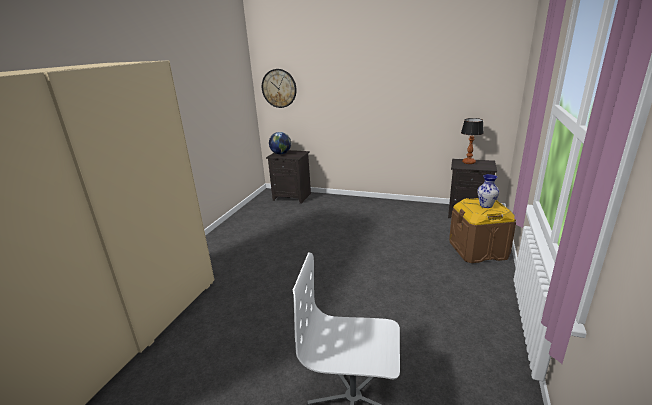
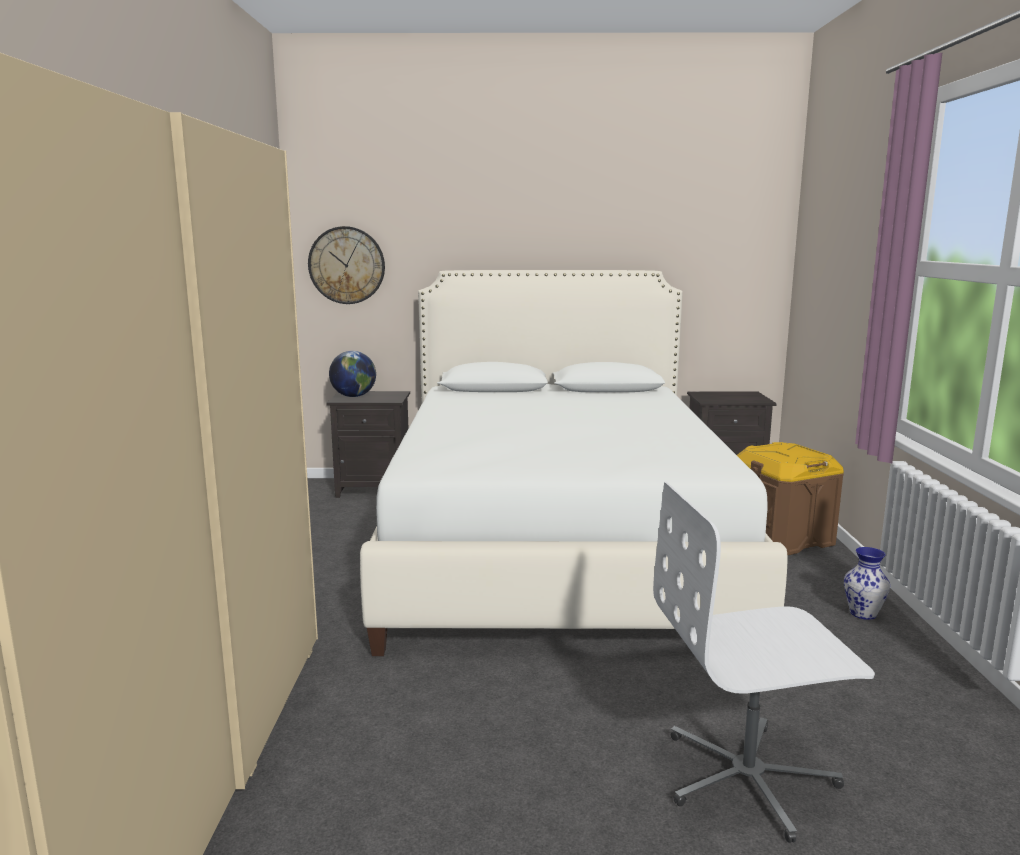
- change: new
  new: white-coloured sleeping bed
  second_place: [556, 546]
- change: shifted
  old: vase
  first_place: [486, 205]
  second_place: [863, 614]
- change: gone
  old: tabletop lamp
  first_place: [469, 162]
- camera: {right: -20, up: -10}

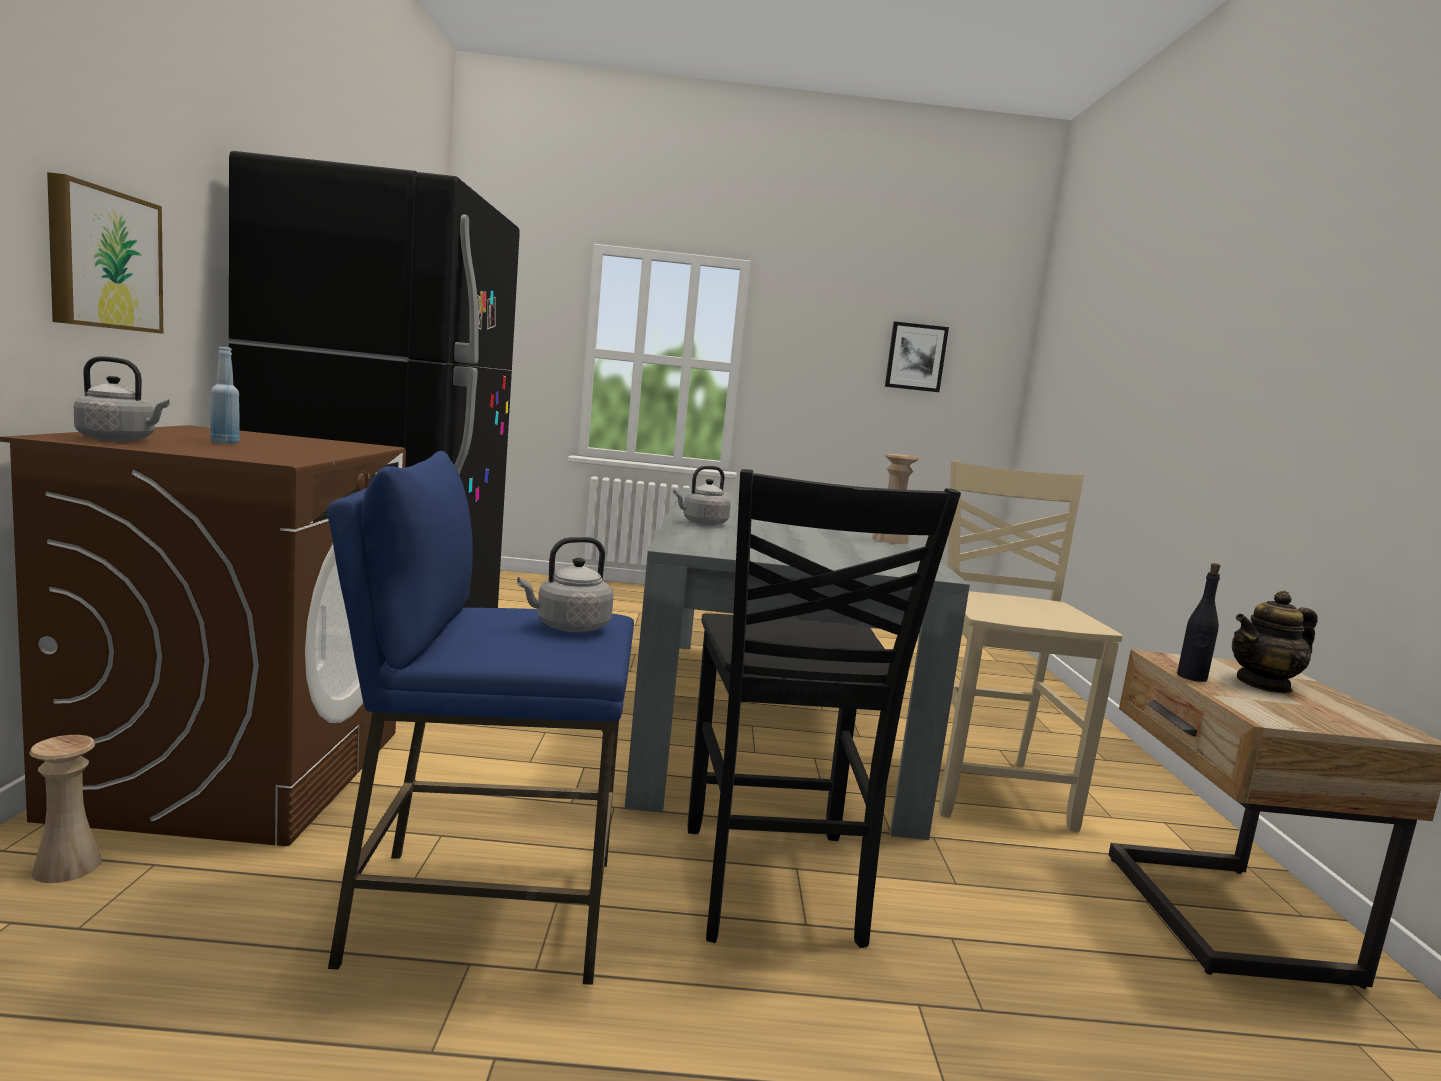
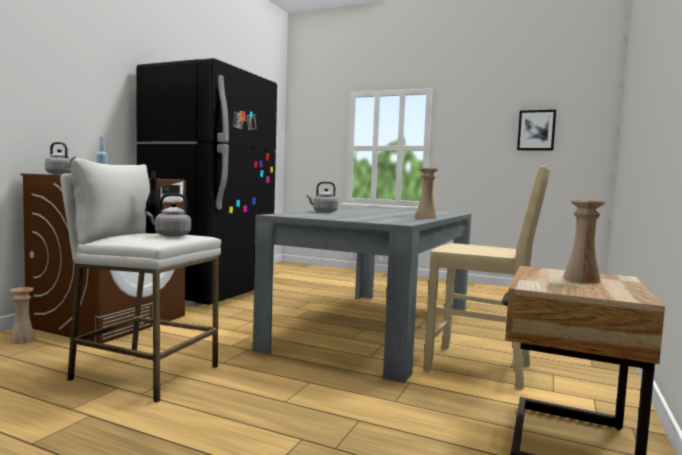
- change: repainted
  old: blue-coloured stool seat
  new: white-coloured stool seat
  first_place: [482, 911]
  second_place: [144, 373]
- change: shifted
  old: black beverage bottle
  first_place: [1191, 677]
  second_place: [153, 232]
- change: rotated
  old: beige upright chair
  first_place: [989, 787]
  second_place: [480, 368]
  degrees: 90
- change: swapped
  old: pot for tea
  new: beige vase
  first_place: [1264, 684]
  second_place: [581, 279]
- change: gone
  old: wall art
  first_place: [102, 259]
- change: gone
  old: black upright chair
  first_place: [772, 885]
- camera: {right: 25, up: -5}

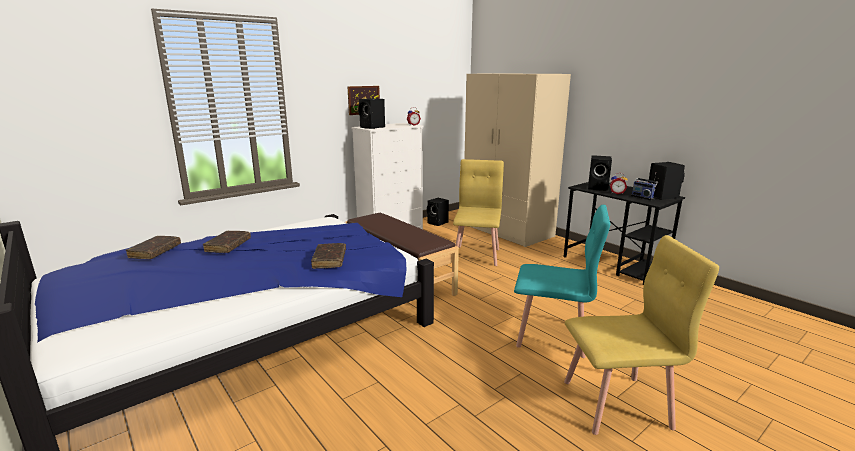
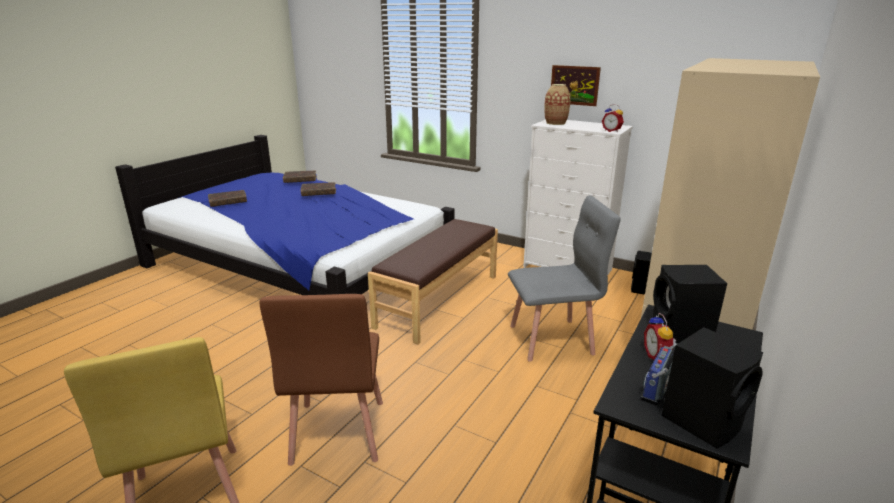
- change: shifted
  old: brownish volume
  first_place: [329, 260]
  second_place: [228, 202]
- change: repainted
  old: blue-green upright chair
  new: brownish upright chair
  first_place: [552, 336]
  second_place: [337, 432]
- change: repainted
  old: yellow-coloured upright chair
  new: gray upright chair
  first_place: [477, 255]
  second_place: [552, 340]
- change: swapped
  old: black audio speaker
  new: vase
  first_place: [373, 127]
  second_place: [555, 123]
- camera: {right: 70, up: 5}

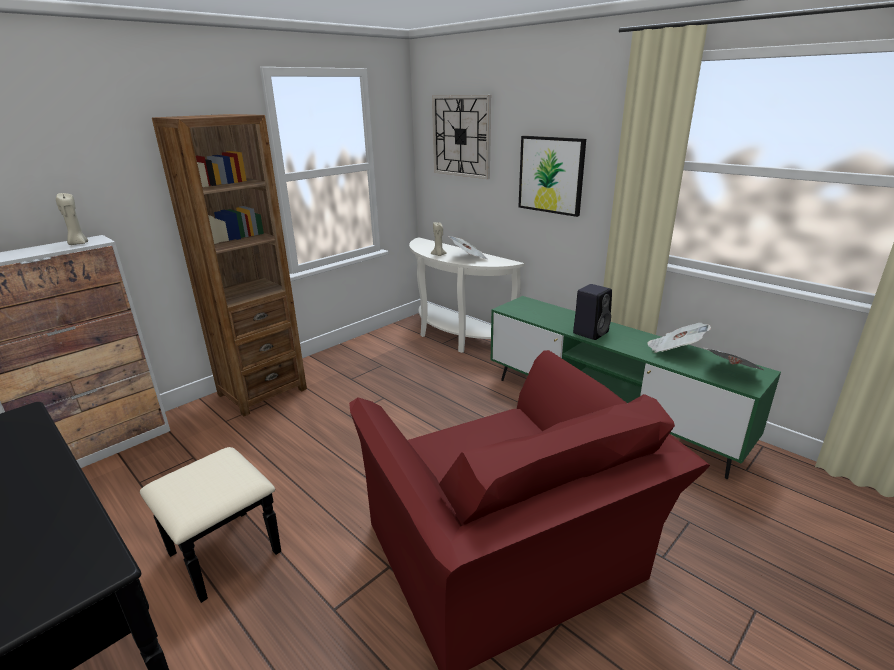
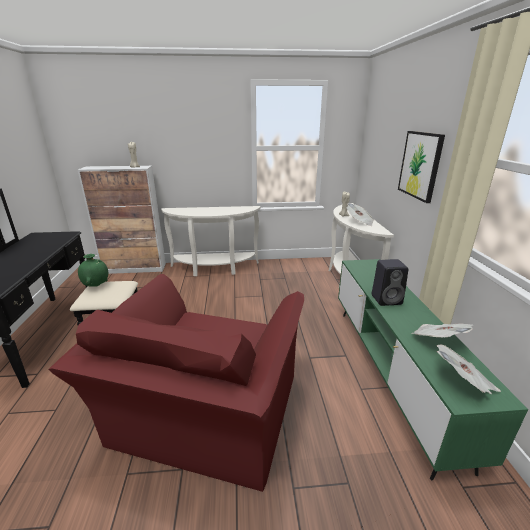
- change: new
  new: green vase
  second_place: [96, 286]
- change: swapped
  old: brownish shelving unit
  new: white-coloured narrow table
  first_place: [262, 391]
  second_place: [214, 269]
- change: gone
  old: hanging clock
  first_place: [461, 136]
- camera: {right: 40, up: 0}

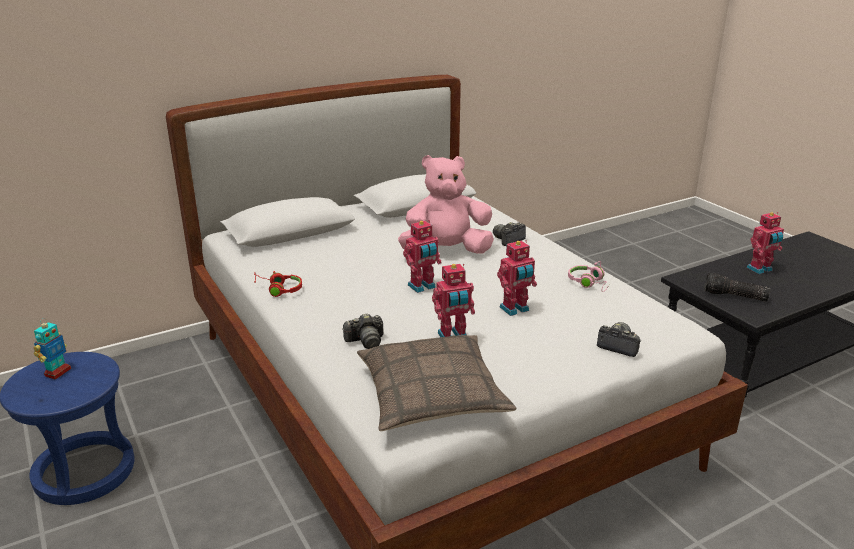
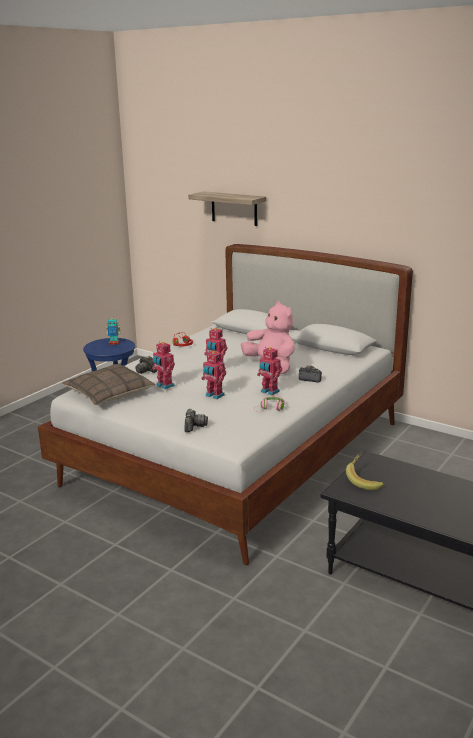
- change: new
  new: wall shelf
  second_place: [234, 208]
- change: shifted
  old: robot figure
  first_place: [760, 269]
  second_place: [269, 392]
- change: swapped
  old: torch
  new: banana fruit
  first_place: [734, 296]
  second_place: [364, 480]
- camera: {right: 65, up: -5}

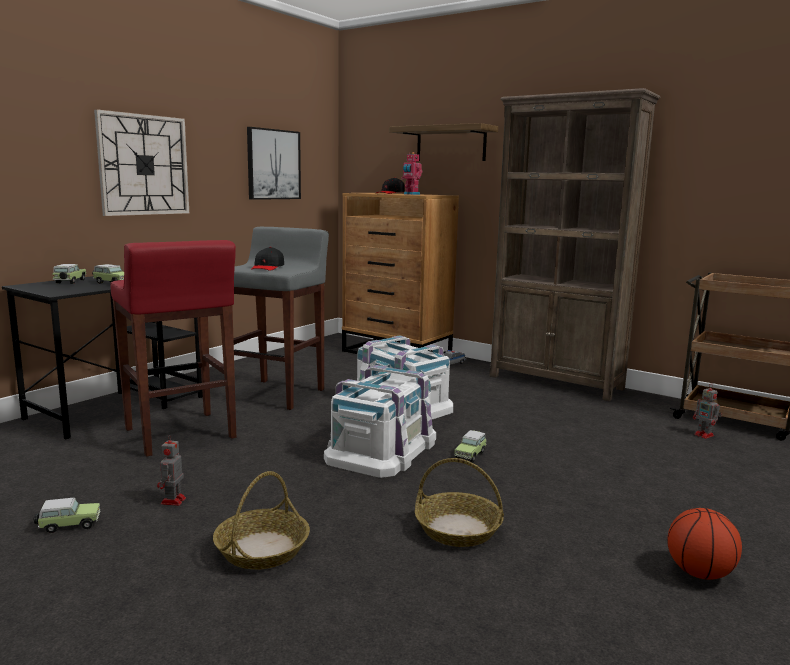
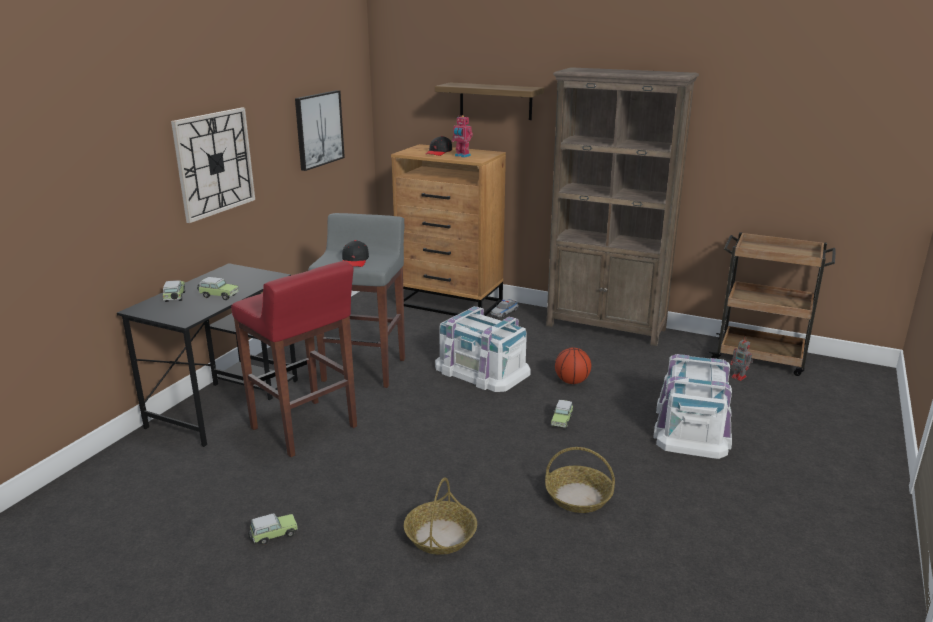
- change: shifted
  old: ball for basketball
  first_place: [699, 573]
  second_place: [572, 381]
- change: shifted
  old: white-coloured storage bin
  first_place: [381, 448]
  second_place: [691, 427]
- change: gone
  old: robot figure
  first_place: [172, 501]
- camera: {right: -10, up: 10}

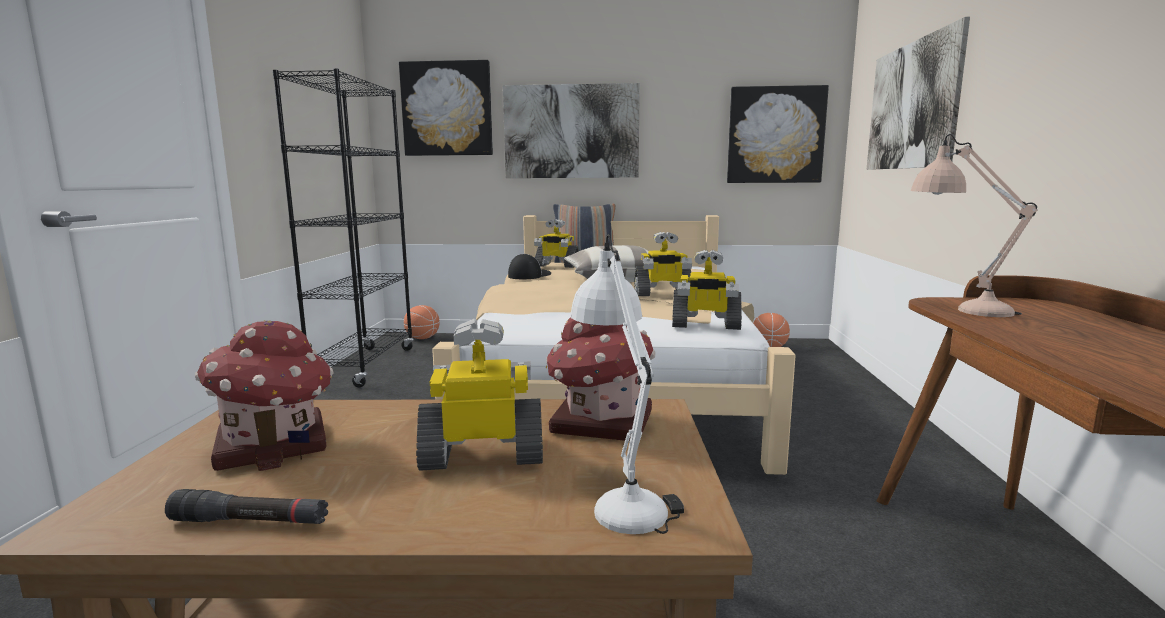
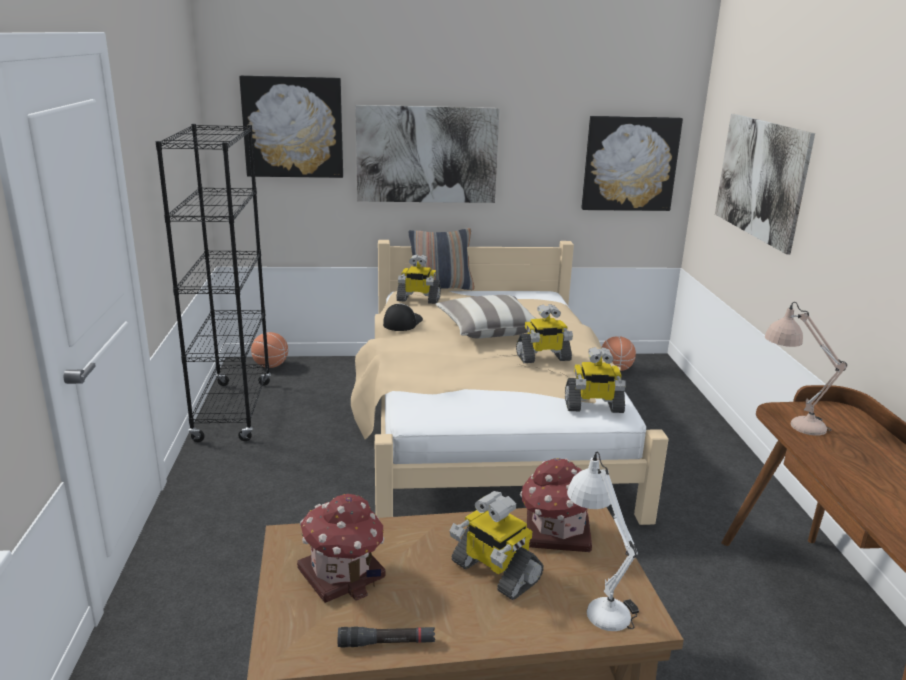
- change: rotated
  old: robot figure
  first_place: [484, 454]
  second_place: [494, 572]
  degrees: -120
- camera: {right: -10, up: 10}

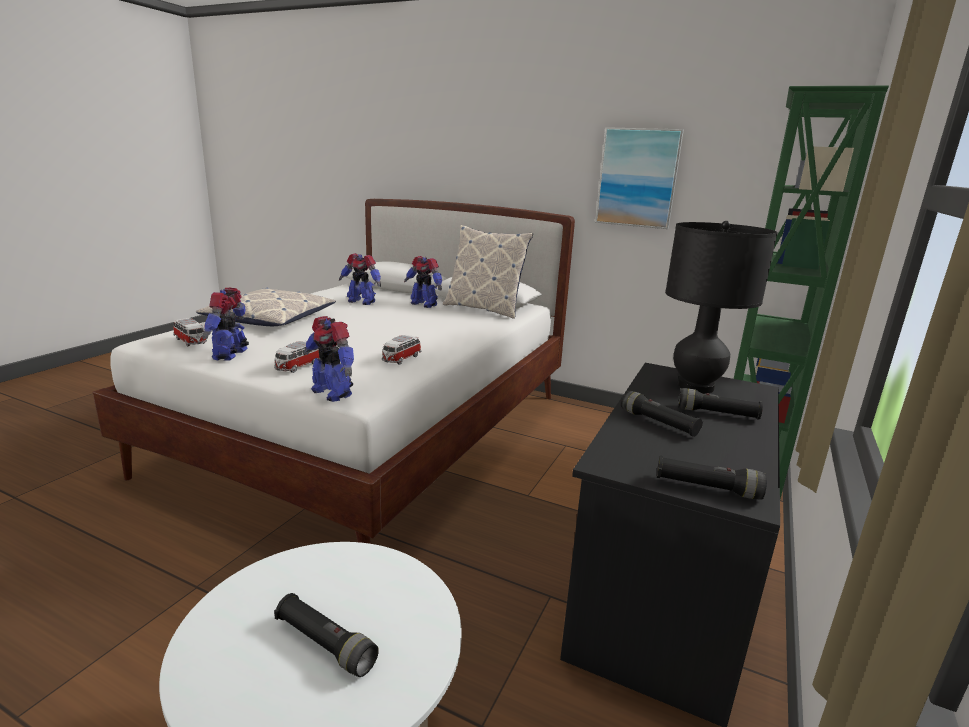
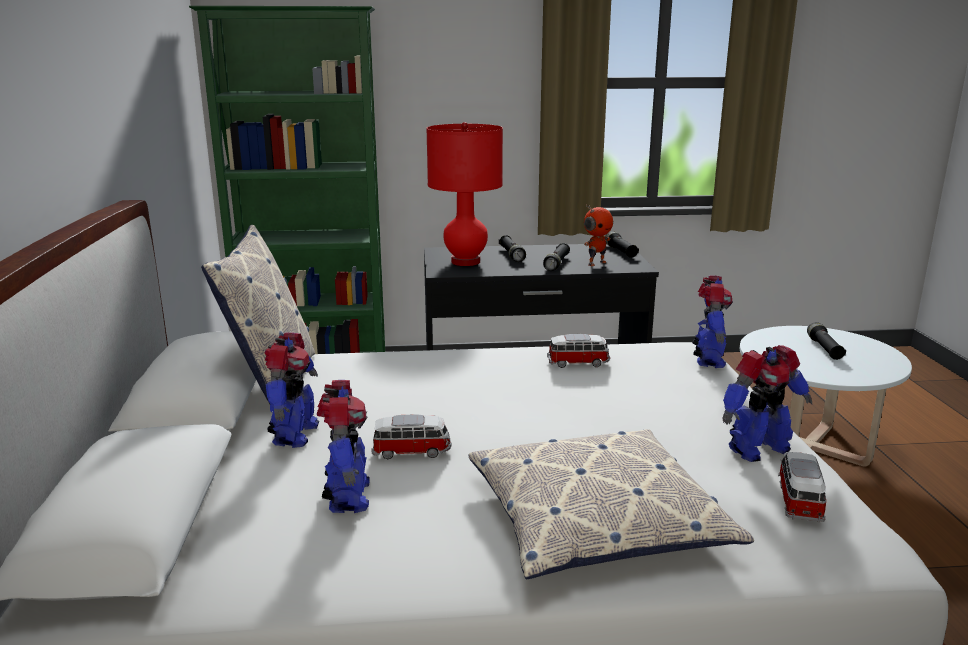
- change: shifted
  old: toy car
  first_place: [297, 367]
  second_place: [412, 452]
- change: repainted
  old: black tabletop lamp
  new: reddish tabletop lamp
  first_place: [695, 386]
  second_place: [465, 262]
- change: new
  new: robot figure
  second_place: [596, 263]
- change: gone
  old: wall art
  first_place: [637, 178]
- camera: {right: -120, up: 0}

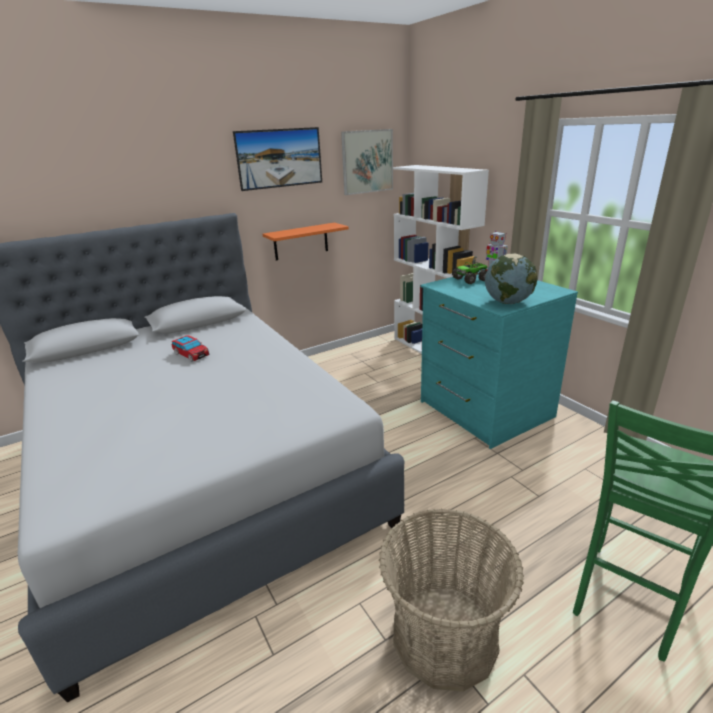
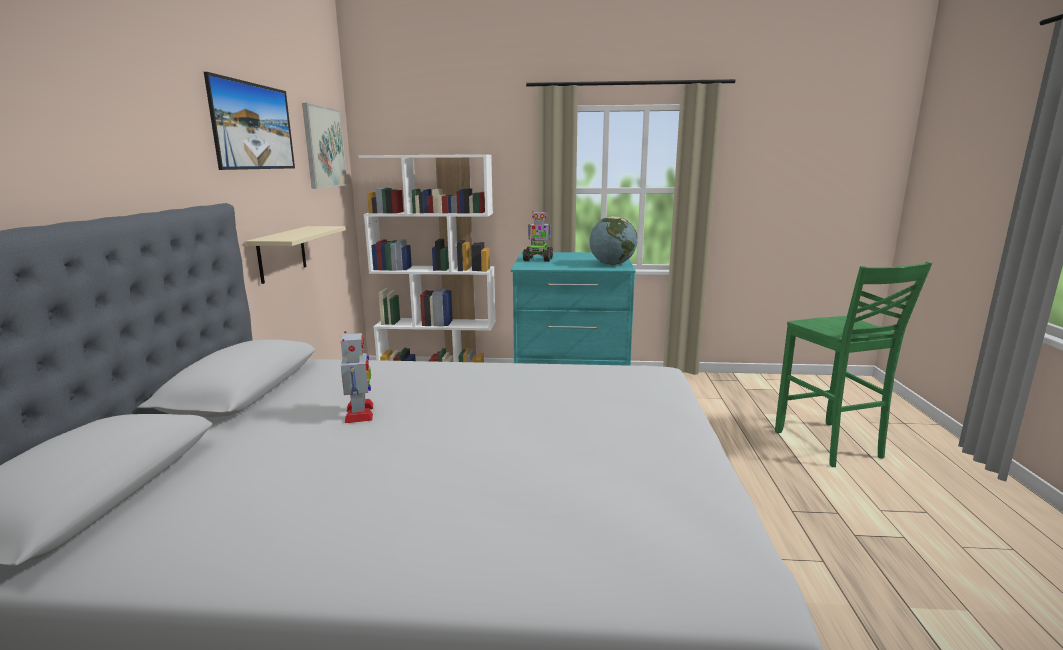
- change: repainted
  old: orangey wall shelf
  new: beige wall shelf
  first_place: [301, 241]
  second_place: [282, 253]
- change: swapped
  old: toy car
  new: robot figure
  first_place: [191, 354]
  second_place: [359, 413]
- change: gone
  old: basket
  first_place: [444, 635]
- camera: {right: -55, up: -10}

